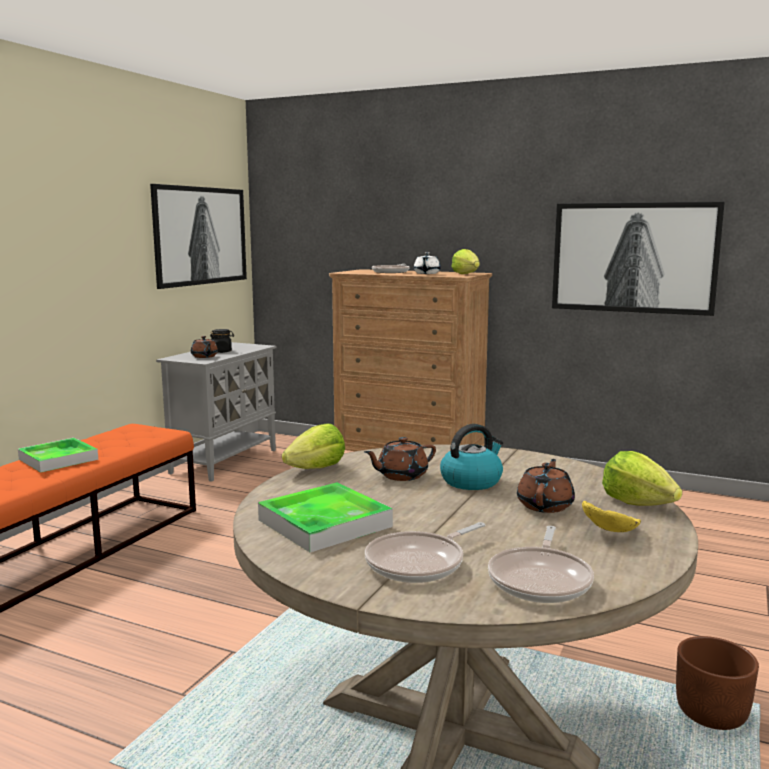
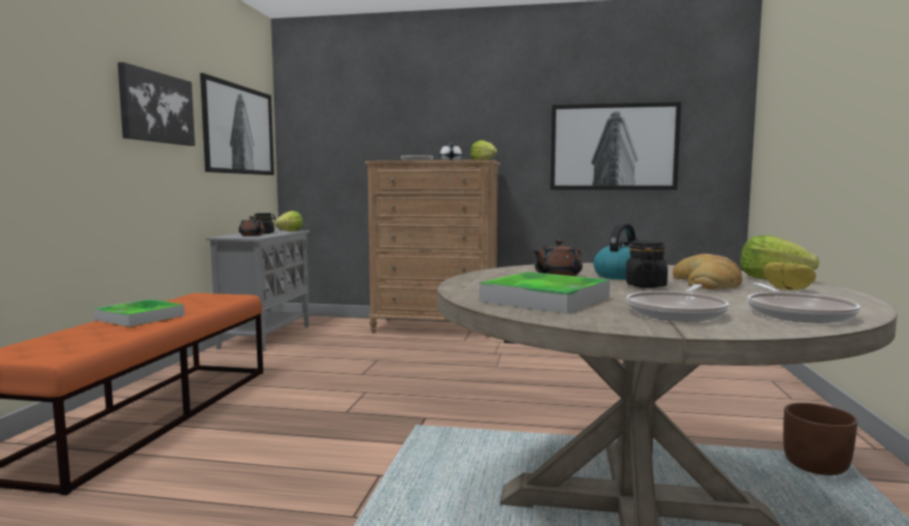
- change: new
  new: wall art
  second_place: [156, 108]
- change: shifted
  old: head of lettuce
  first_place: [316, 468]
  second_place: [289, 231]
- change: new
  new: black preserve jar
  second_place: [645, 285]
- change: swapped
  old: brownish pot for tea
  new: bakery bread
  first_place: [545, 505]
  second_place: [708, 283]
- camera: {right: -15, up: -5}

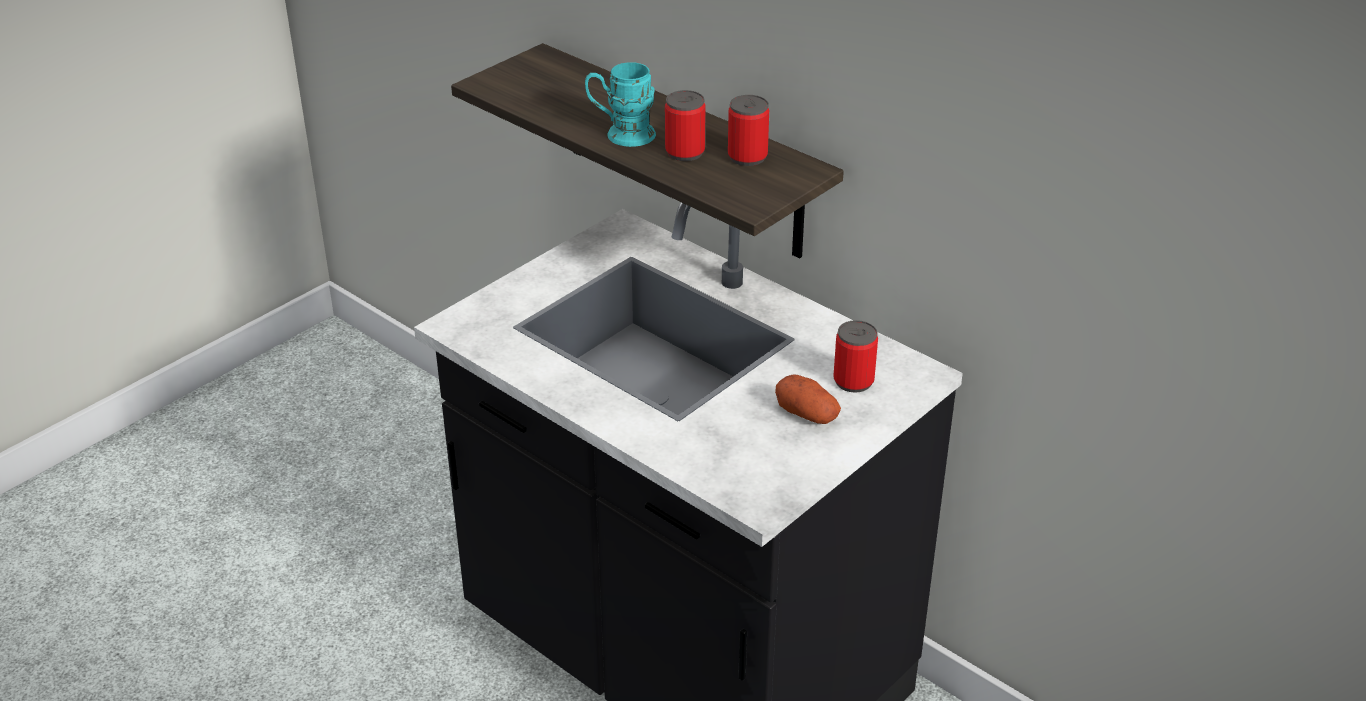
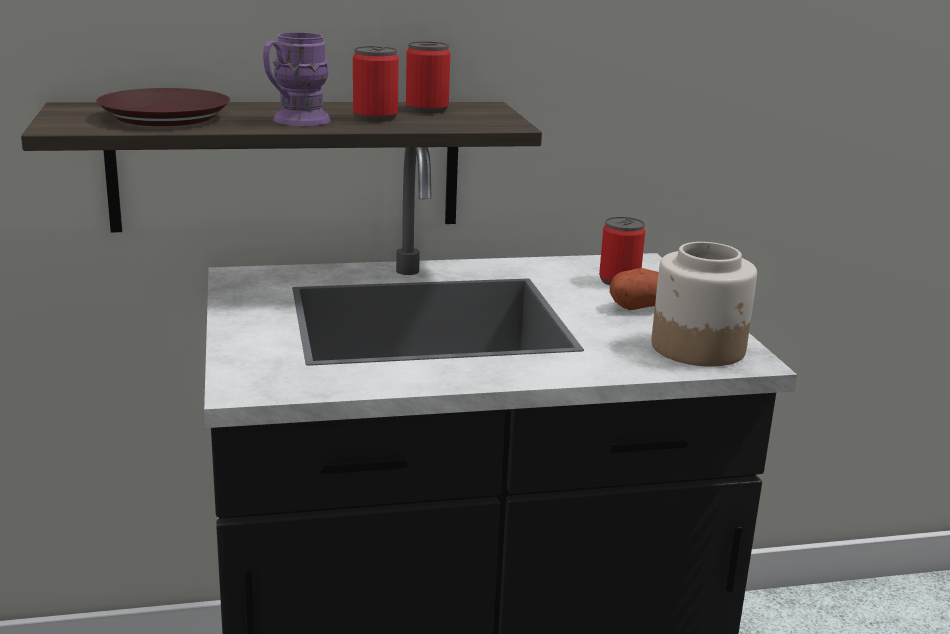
- change: new
  new: brownish plate
  second_place: [166, 117]
- change: repainted
  old: blue-green coffee mug
  new: purple coffee mug
  first_place: [621, 135]
  second_place: [294, 121]
- change: new
  new: preserve jar
  second_place: [699, 348]
- camera: {right: -55, up: -15}

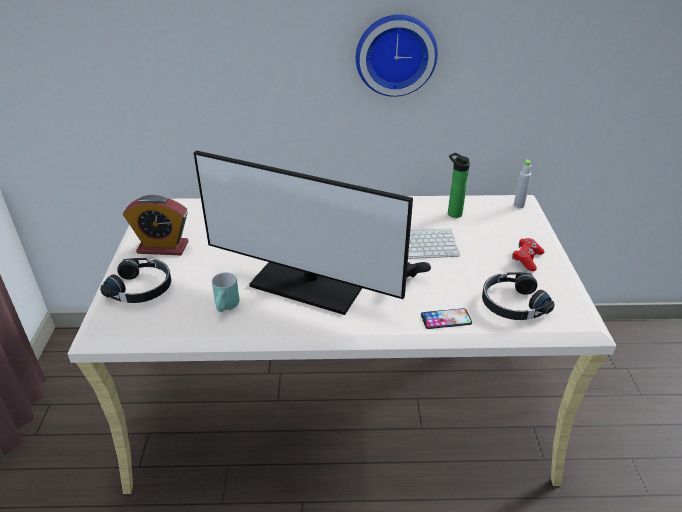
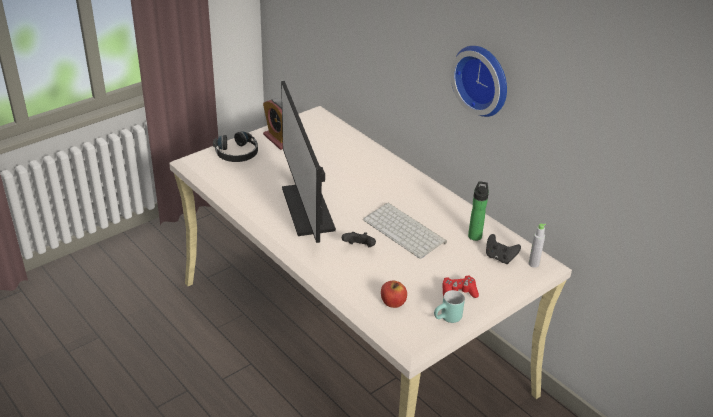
- change: swapped
  old: black headphones
  new: whole apple
  first_place: [512, 303]
  second_place: [393, 302]
- change: shifted
  old: blue-green coffee mug
  first_place: [227, 307]
  second_place: [448, 319]
- change: new
  new: black joypad
  second_place: [499, 258]
- change: gone
  old: telephone
  first_place: [446, 319]
- camera: {right: 50, up: 0}

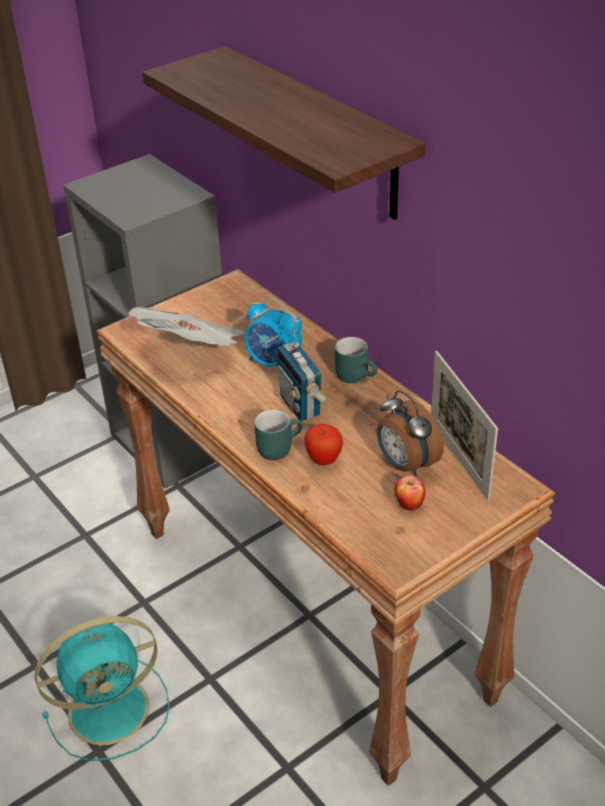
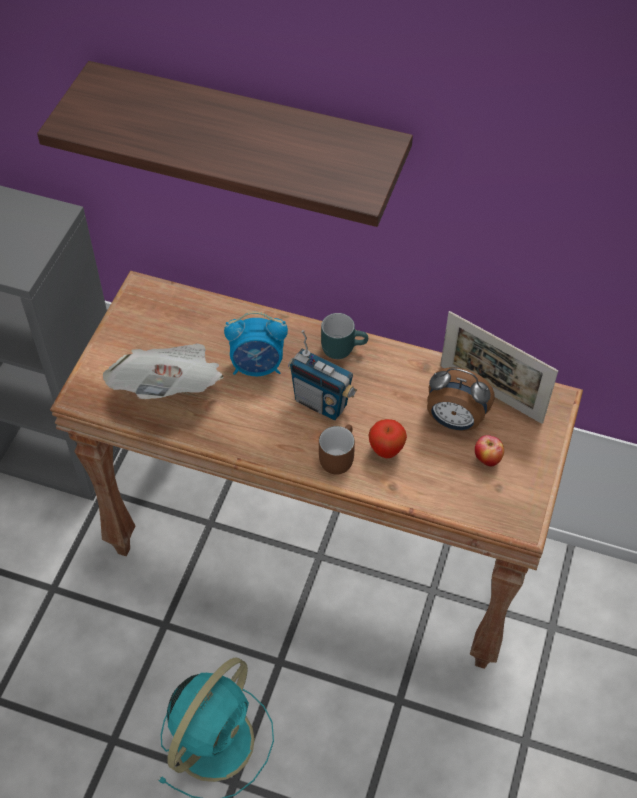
- change: repainted
  old: blue-green coffee mug
  new: brownish coffee mug
  first_place: [278, 446]
  second_place: [336, 456]
- camera: {right: -35, up: 15}

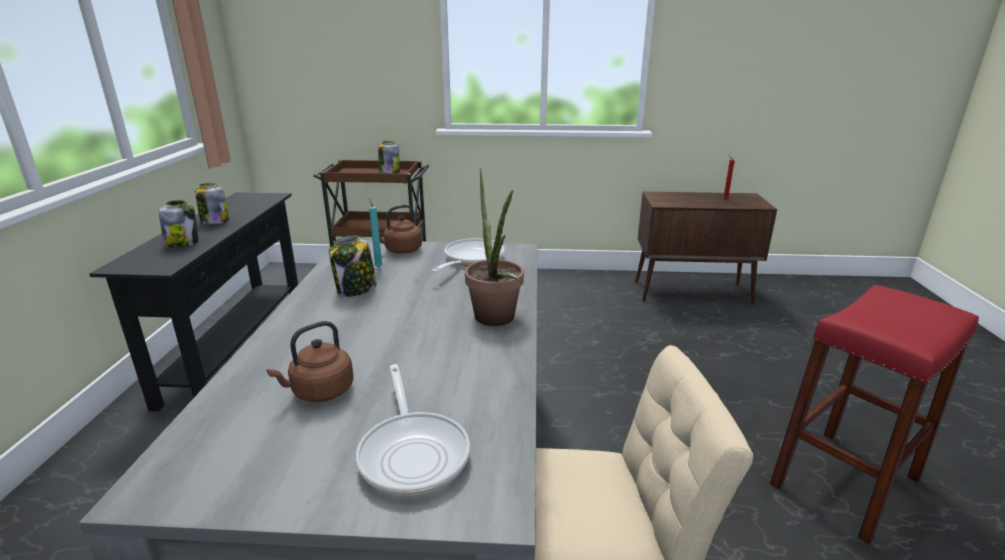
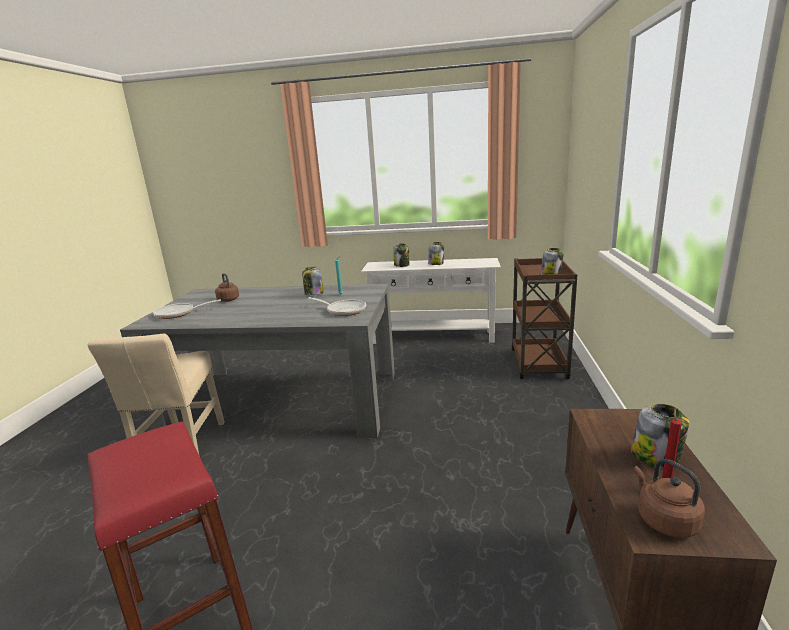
- change: repainted
  old: black narrow table
  new: white-coloured narrow table
  first_place: [236, 348]
  second_place: [433, 337]
- change: new
  new: preserve jar
  second_place: [656, 457]
- change: shifted
  old: brownish water kettle
  first_place: [401, 250]
  second_place: [664, 520]
- change: gone
  old: houseplant
  first_place: [496, 321]
- camera: {right: 95, up: -5}

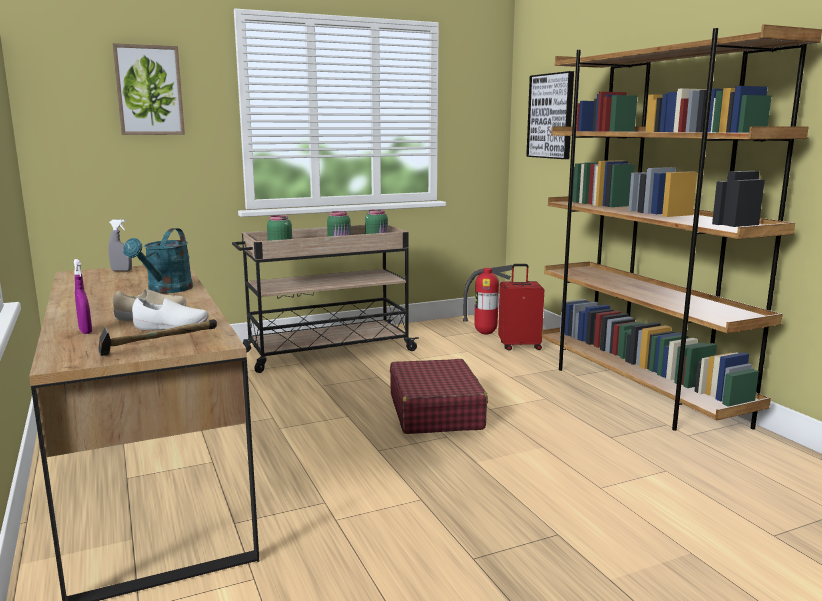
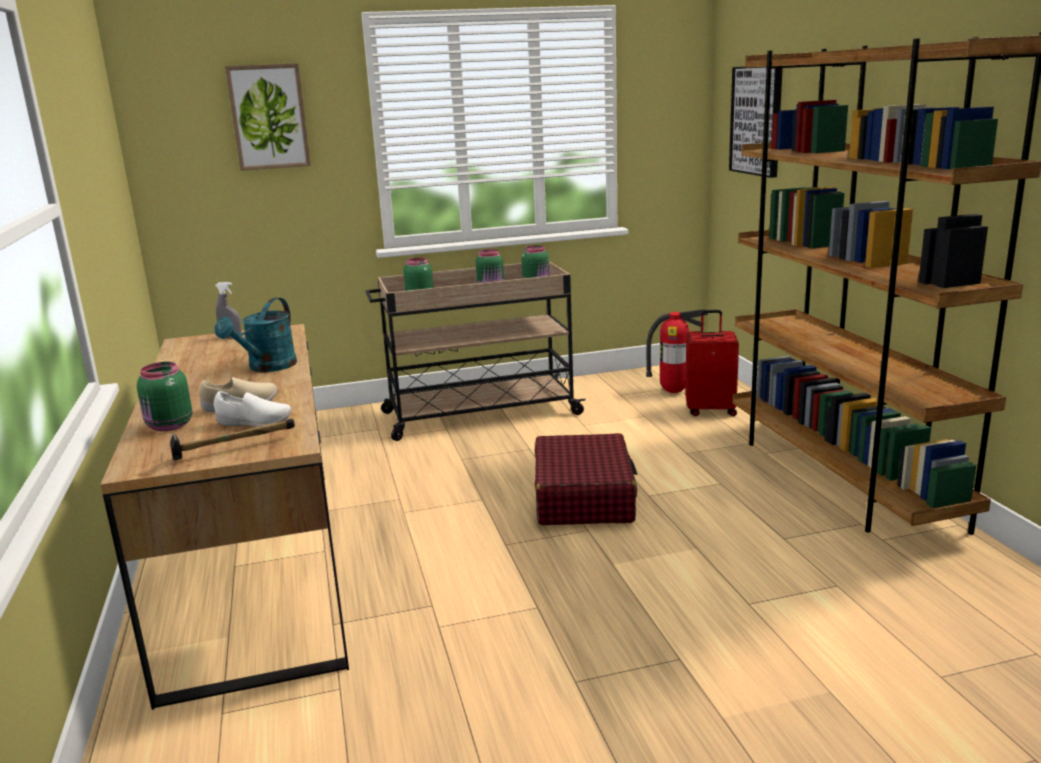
- change: swapped
  old: purple spray bottle
  new: green preserve jar
  first_place: [85, 331]
  second_place: [169, 426]
- camera: {right: 10, up: 5}

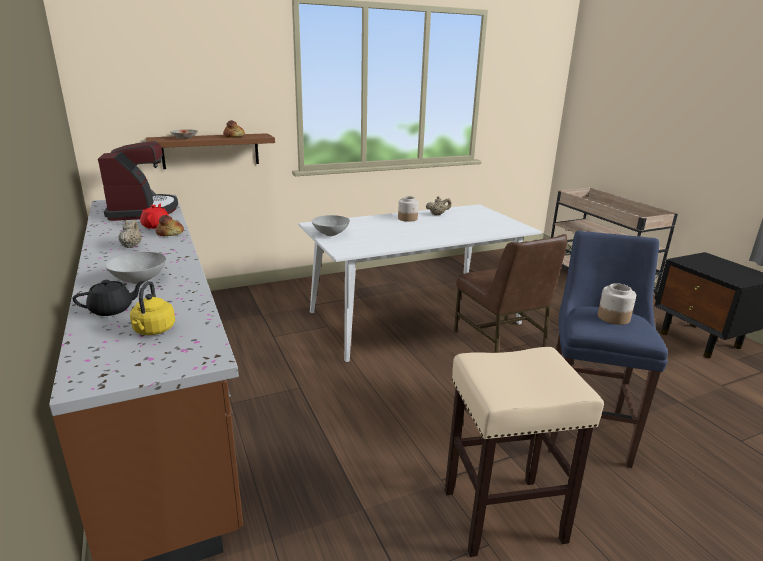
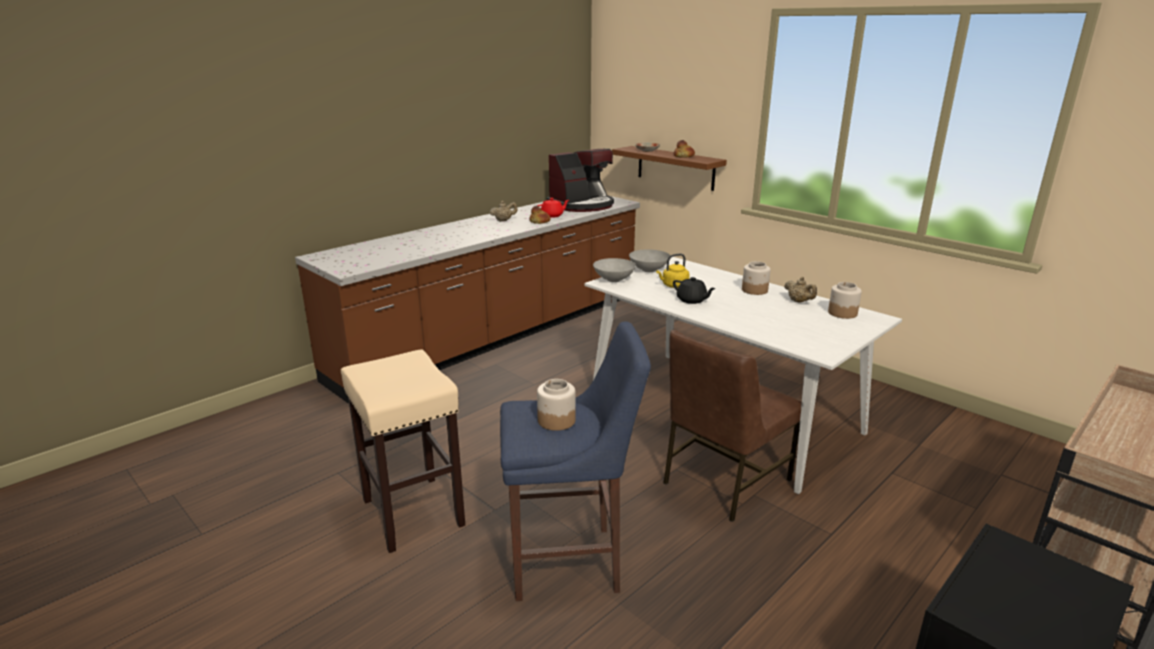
- change: shifted
  old: gray bowl
  first_place: [139, 280]
  second_place: [613, 280]
- change: shifted
  old: yellow-coloured water kettle
  first_place: [153, 330]
  second_place: [673, 286]
- change: shifted
  old: black pot for tea
  first_place: [112, 310]
  second_place: [692, 300]
- change: new
  new: preserve jar
  second_place: [842, 313]
- camera: {right: 70, up: 0}

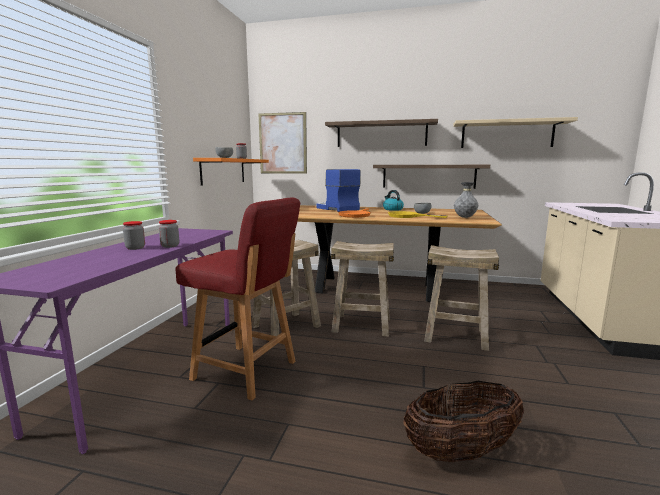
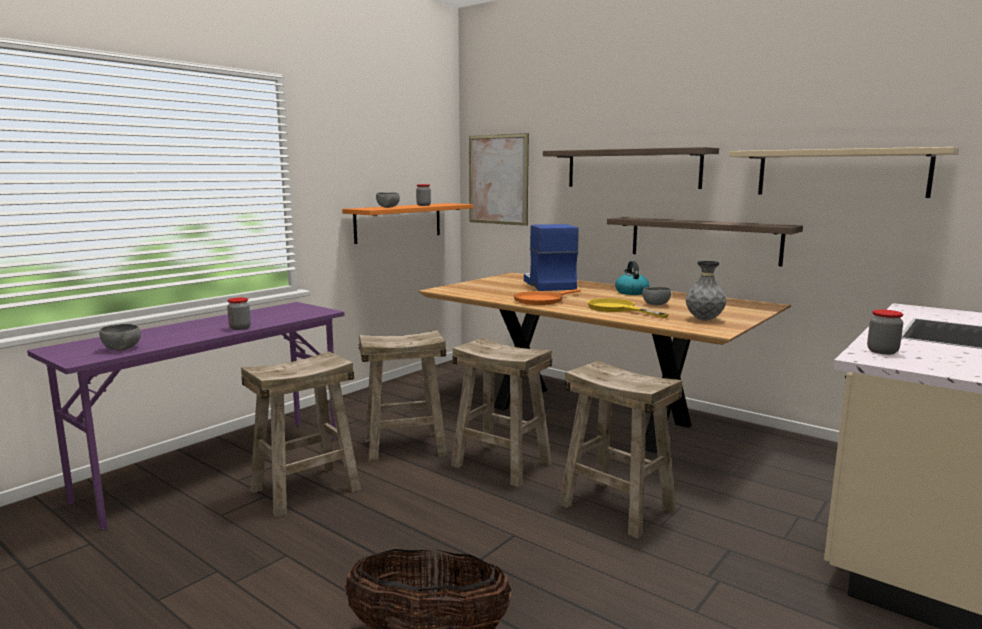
- change: new
  new: gray bowl
  second_place: [122, 349]
- change: swapped
  old: reddish upright chair
  new: beige stool seat
  first_place: [246, 371]
  second_place: [305, 490]
- change: shifted
  old: preserve jar
  first_place: [135, 248]
  second_place: [882, 351]
- camera: {right: 25, up: 0}

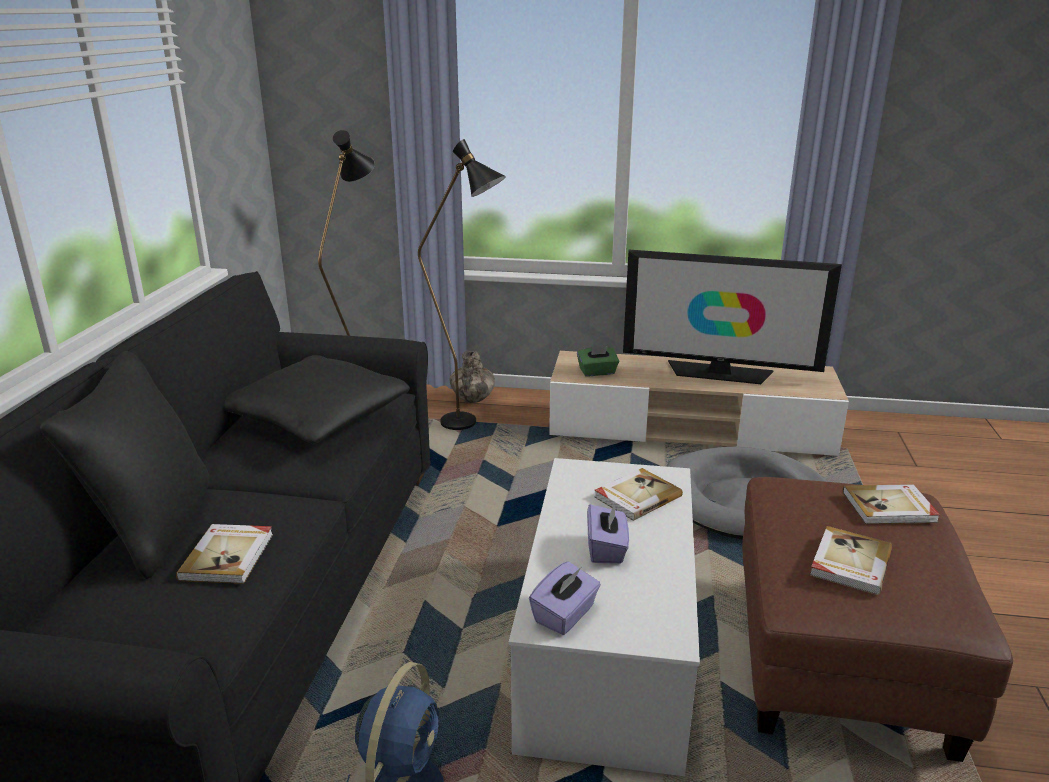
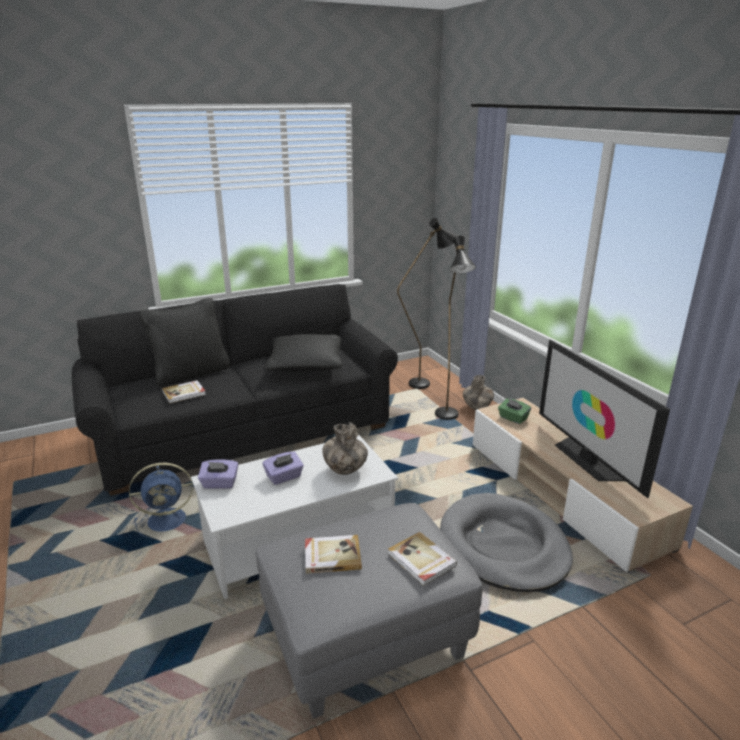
- change: repainted
  old: brownish pouffe
  new: gray pouffe
  first_place: [839, 663]
  second_place: [365, 637]
- change: swapped
  old: volume
  new: vase
  first_place: [636, 496]
  second_place: [345, 470]
- camera: {right: 55, up: 0}

